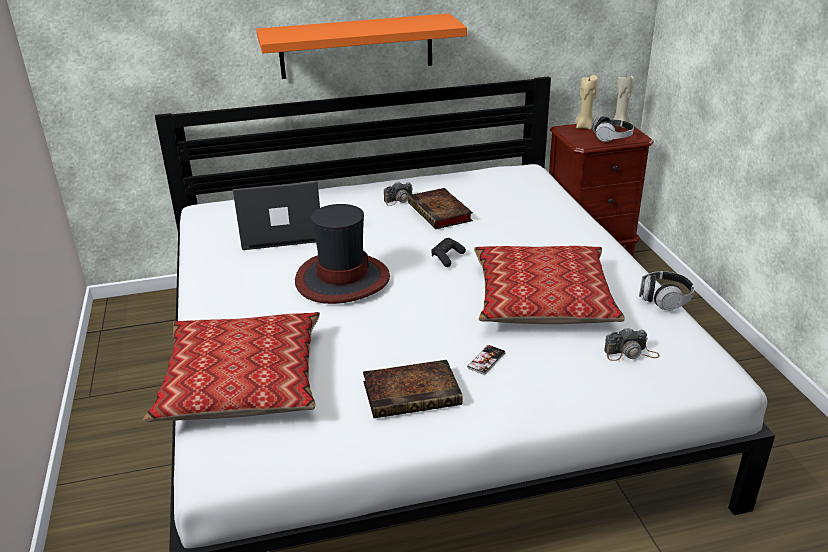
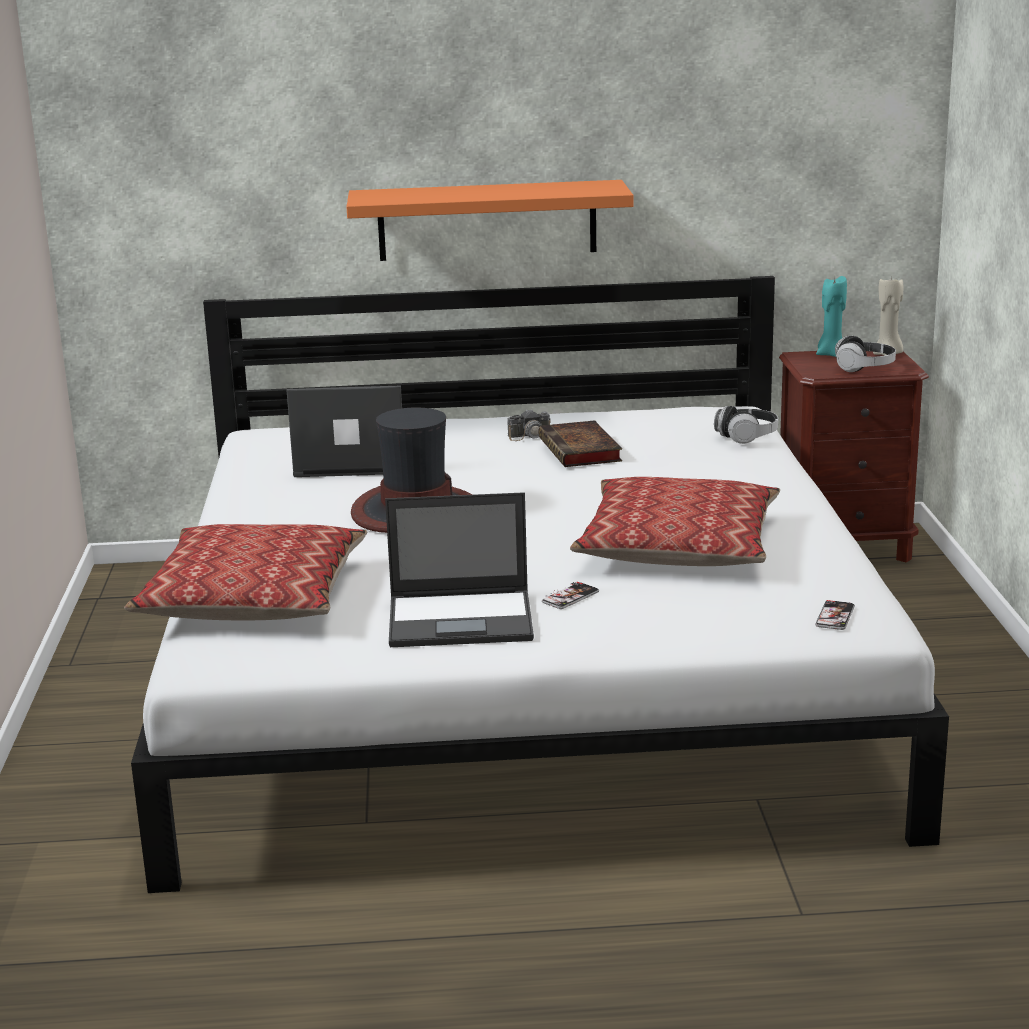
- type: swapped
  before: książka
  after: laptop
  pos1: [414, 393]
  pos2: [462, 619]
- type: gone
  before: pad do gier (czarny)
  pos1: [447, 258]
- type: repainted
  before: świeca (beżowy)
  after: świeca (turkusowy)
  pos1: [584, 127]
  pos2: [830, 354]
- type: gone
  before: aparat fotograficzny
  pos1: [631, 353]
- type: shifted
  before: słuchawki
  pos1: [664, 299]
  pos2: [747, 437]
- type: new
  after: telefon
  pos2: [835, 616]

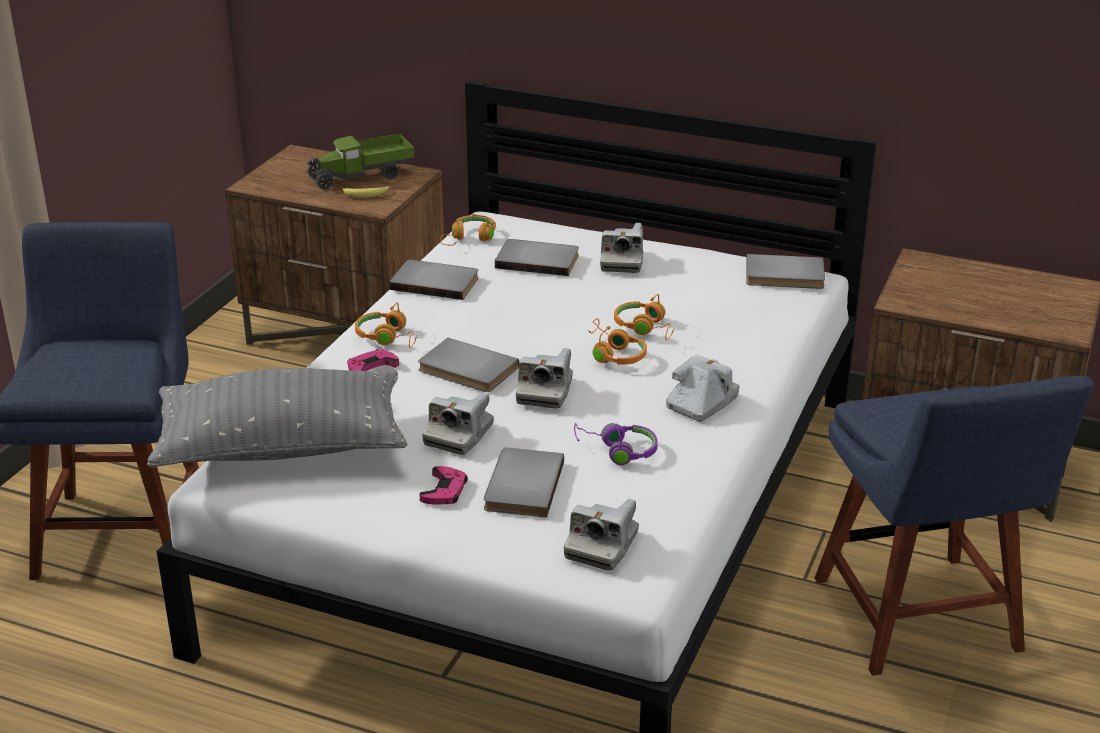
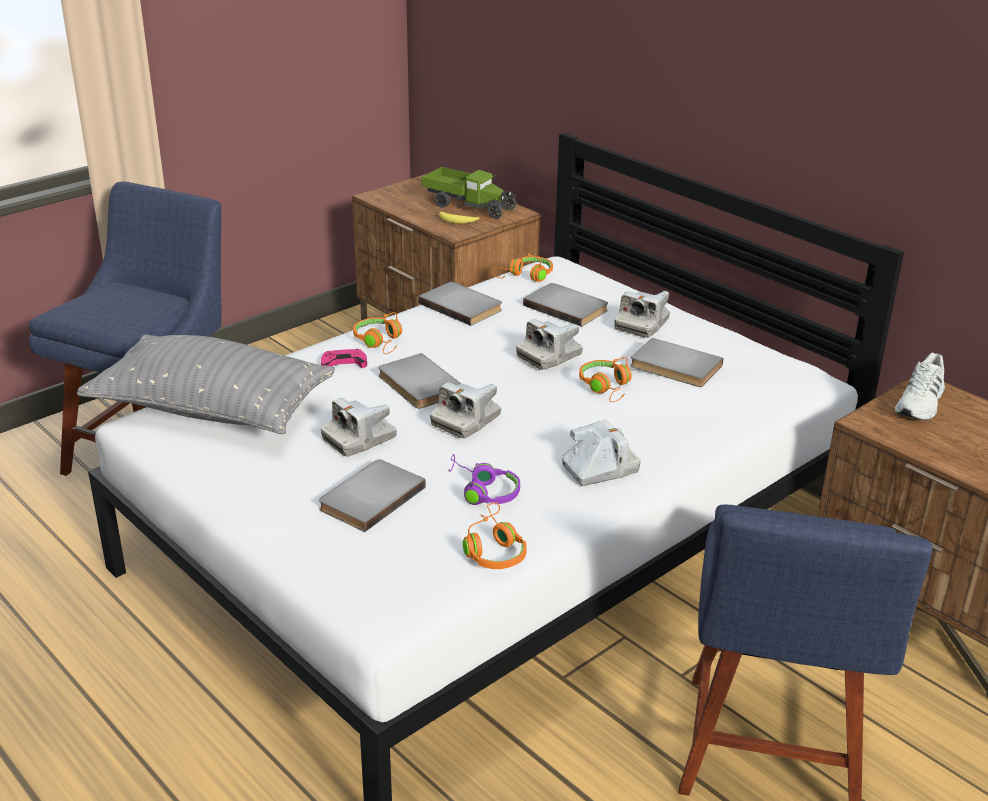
- type: rotated
  before: ciężarówka zabawkowa
  pos1: [362, 176]
  pos2: [469, 206]
  turn: -150
- type: gone
  before: pad do gier (różowy)
  pos1: [444, 490]
- type: shifted
  before: aparat fotograficzny
  pos1: [602, 546]
  pos2: [549, 356]
- type: shifted
  before: słuchawki (pomarańczowy)
  pos1: [613, 353]
  pos2: [493, 549]
- type: shifted
  before: książka (szary)
  pos1: [784, 276]
  pos2: [674, 367]
- type: new
  after: but (biały)
  pos2: [920, 403]

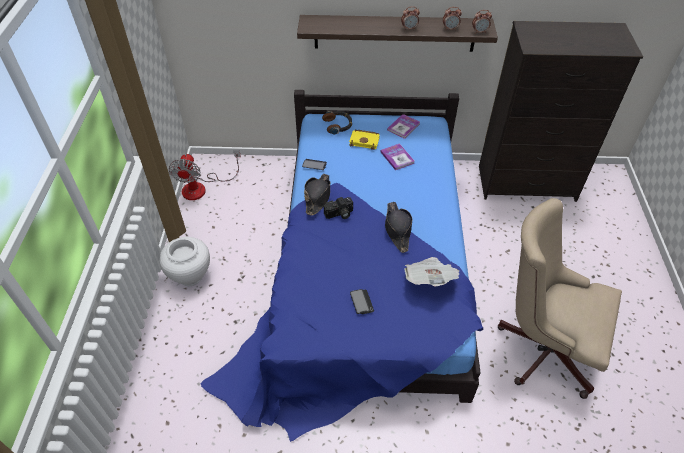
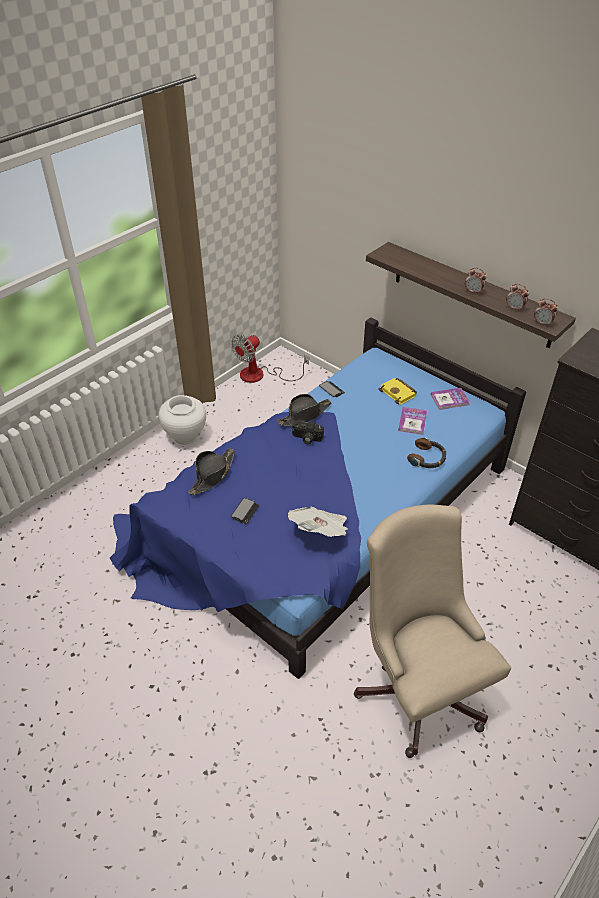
- type: shifted
  before: słuchawki
  pos1: [338, 125]
  pos2: [427, 458]
- type: shifted
  before: kapelusz (czarny)
  pos1: [397, 229]
  pos2: [212, 475]

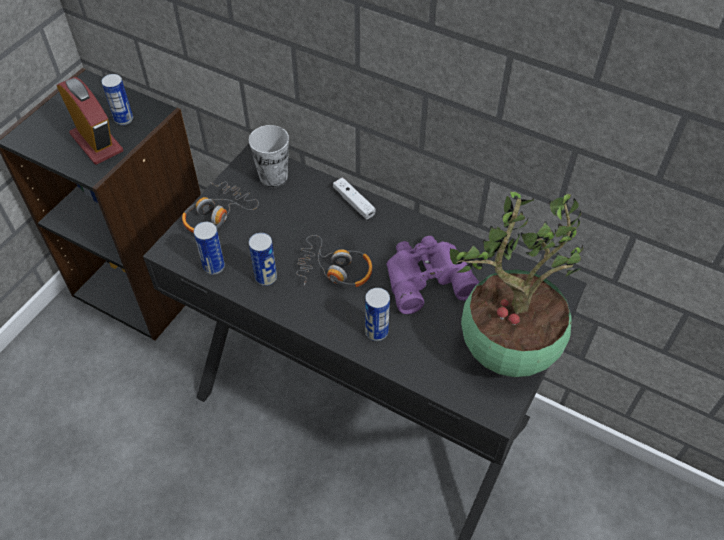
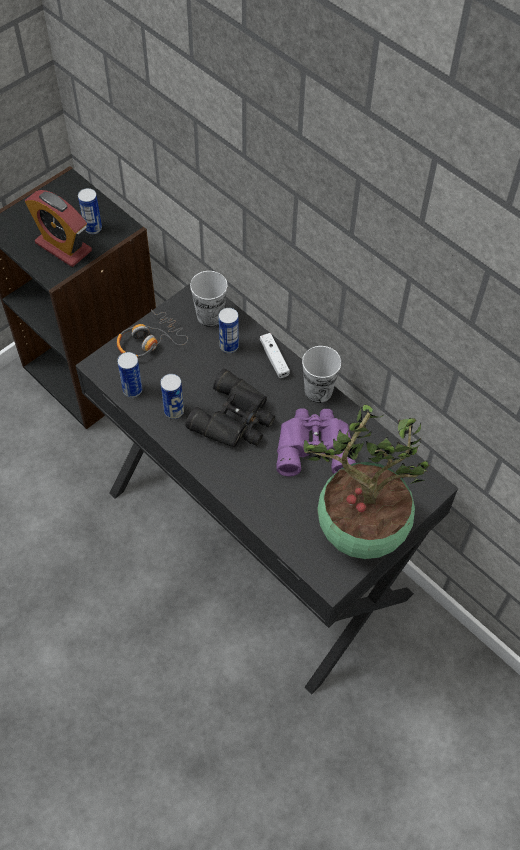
- type: rotated
  before: budzik
  pos1: [96, 143]
  pos2: [63, 247]
  turn: 150
- type: swapped
  before: słuchawki
  after: lornetka (czarny)
  pos1: [334, 270]
  pos2: [235, 419]
- type: shifted
  before: puszka
  pos1: [376, 332]
  pos2: [229, 346]
- type: new
  after: filiżanka
  pos2: [318, 391]

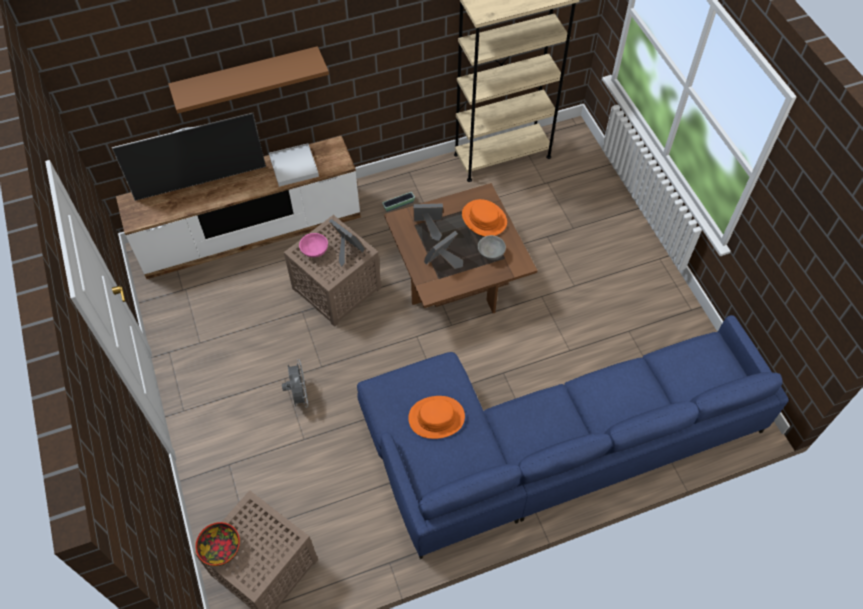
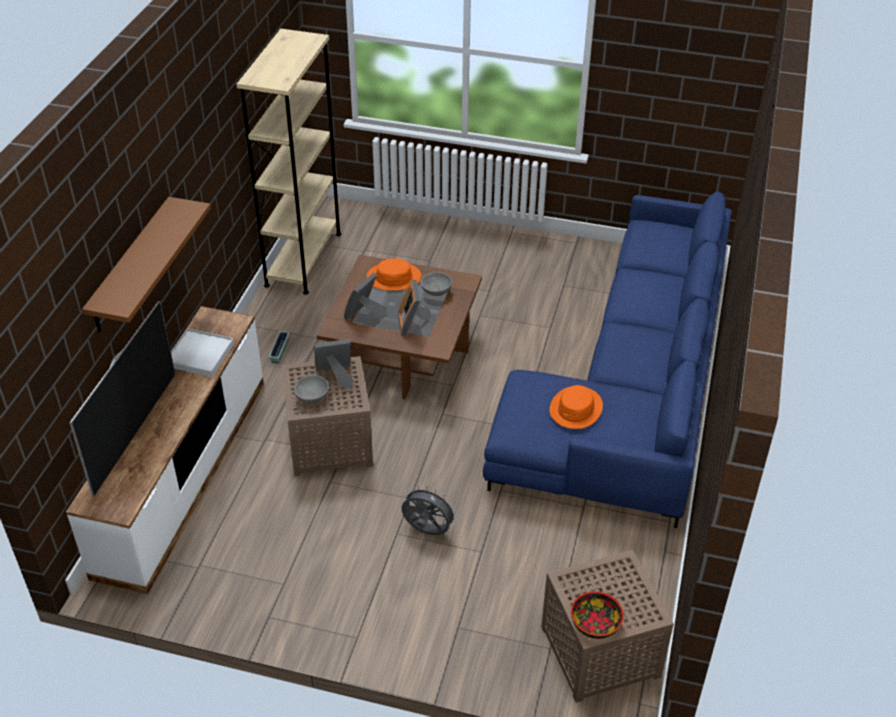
- type: repainted
  before: miska (różowy)
  after: miska (szary)
  pos1: [314, 252]
  pos2: [312, 398]

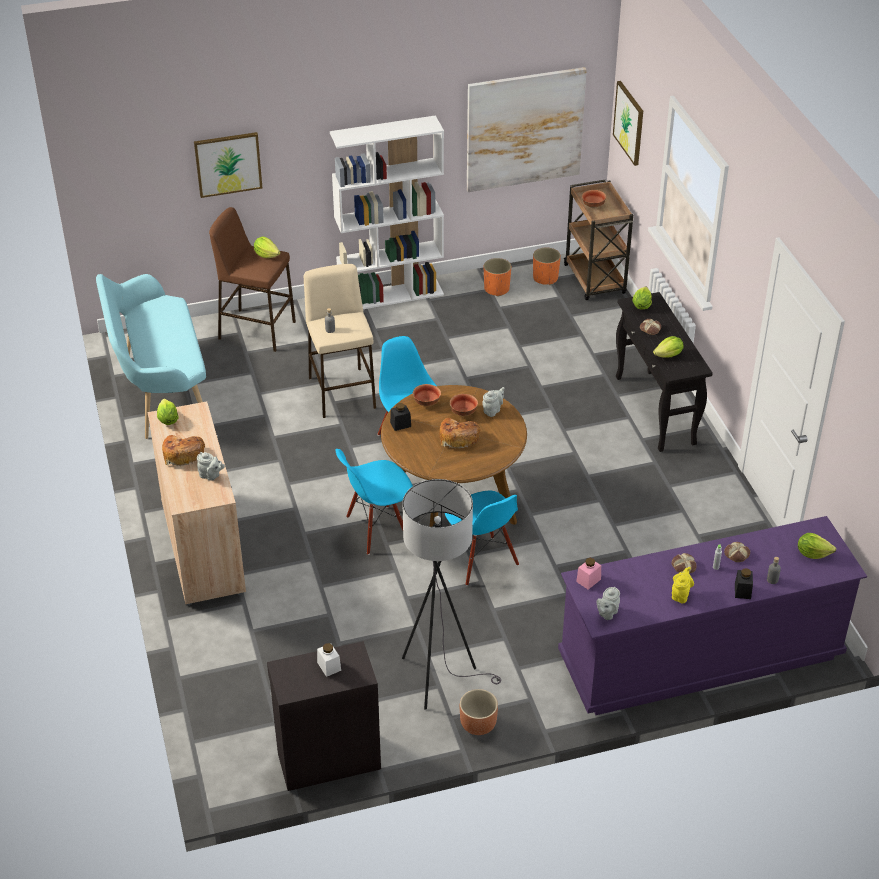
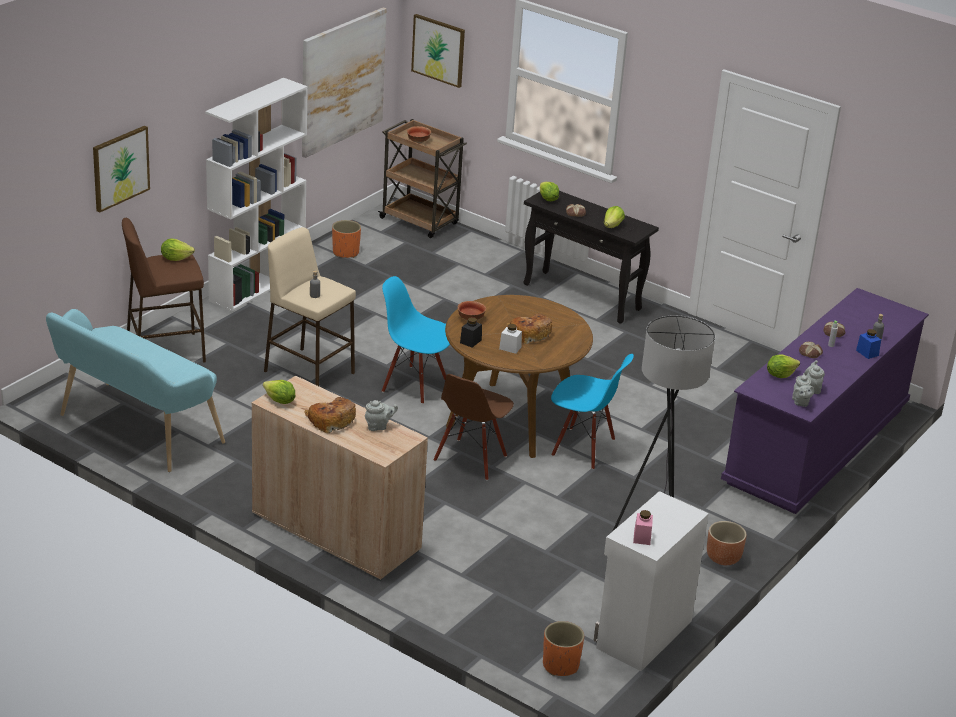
- type: repainted
  before: szafka (czarny)
  after: szafka (biały)
  pos1: [327, 758]
  pos2: [642, 634]
- type: shifted
  before: słoik (biały)
  pos1: [329, 666]
  pos2: [510, 348]
- type: repainted
  before: krzesło (niebieski)
  after: krzesło (brązowy)
  pos1: [377, 529]
  pos2: [471, 459]
- type: gone
  before: miska
  pos1: [463, 412]
- type: shifted
  before: imbryk (szary)
  pos1: [493, 410]
  pos2: [812, 388]
- type: shifted
  before: donica (pomarańczowy)
  pos1: [545, 278]
  pos2: [561, 665]
- type: shifted
  before: słoik (różowy)
  pos1: [588, 580]
  pos2: [642, 537]
- type: gone
  before: imbryk (żółty)
  pos1: [680, 595]
- type: repainted
  before: słoik (czarny)
  after: słoik (niebieski)
  pos1: [742, 591]
  pos2: [867, 353]
- type: shifted
  before: sałata
  pos1: [812, 553]
  pos2: [780, 375]

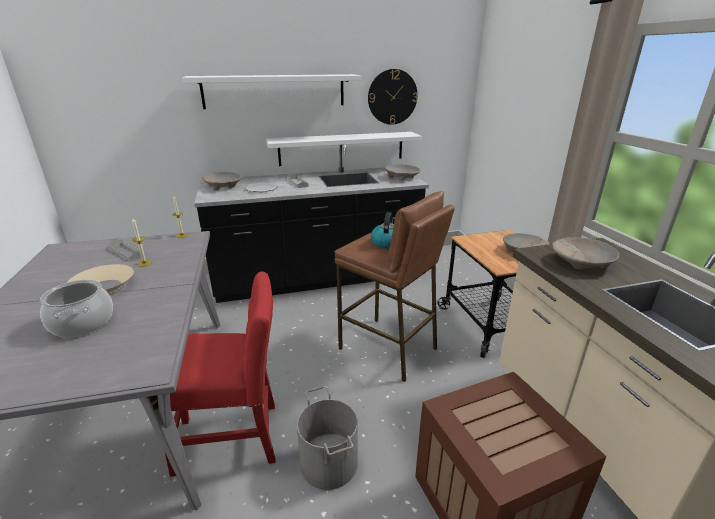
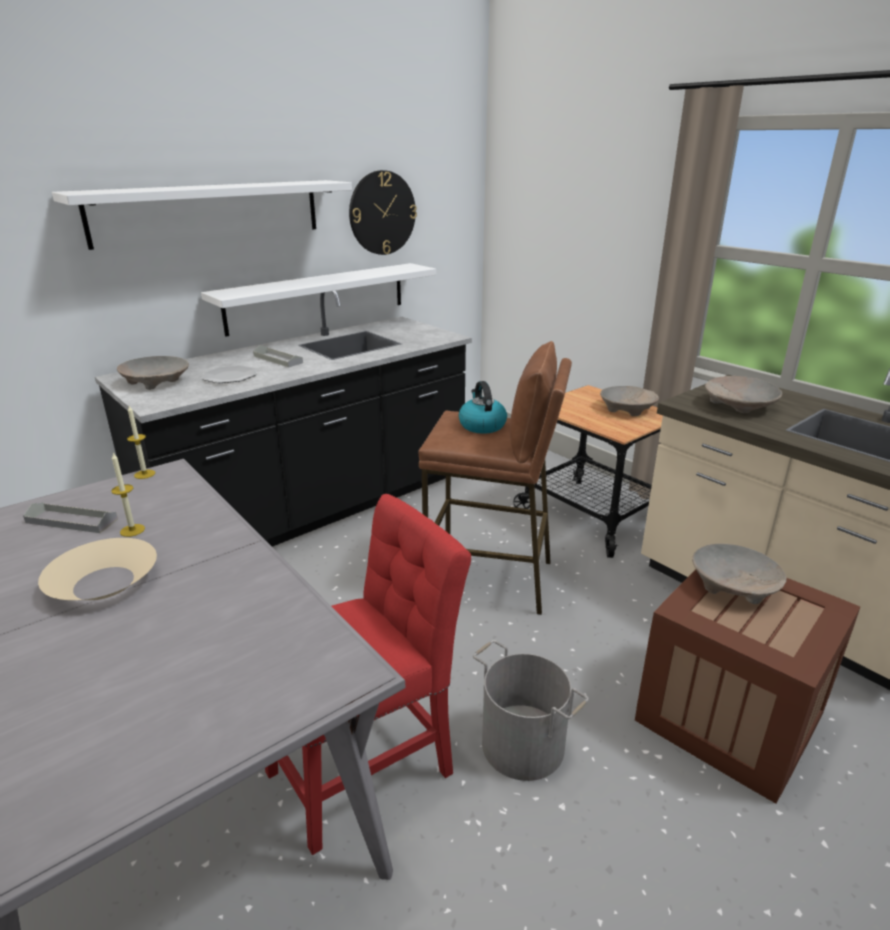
- type: gone
  before: garnek
  pos1: [82, 323]
- type: shifted
  before: miska (beżowy)
  pos1: [402, 177]
  pos2: [733, 584]

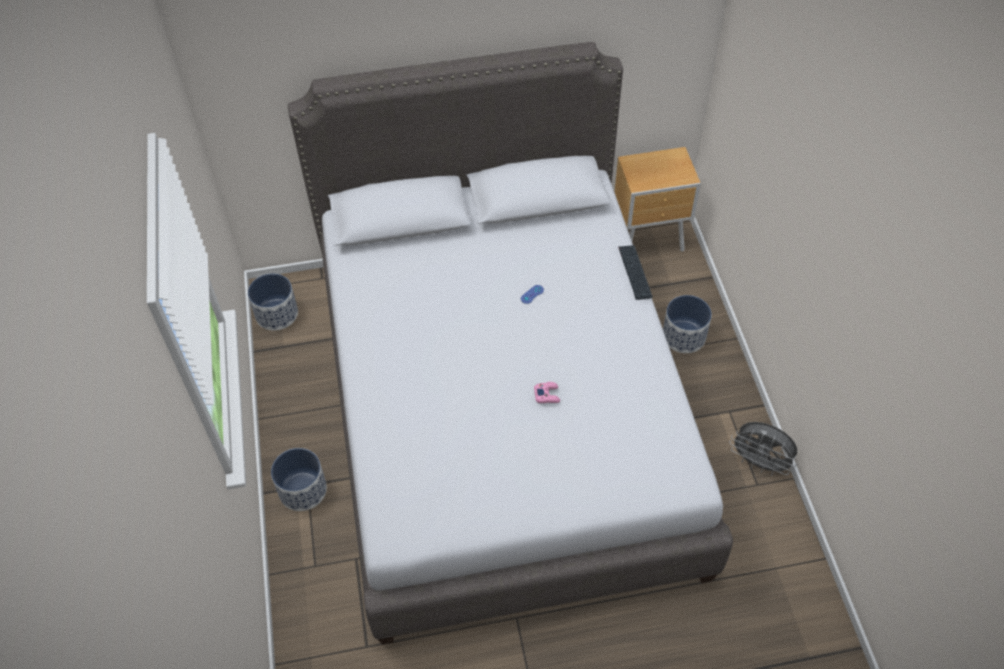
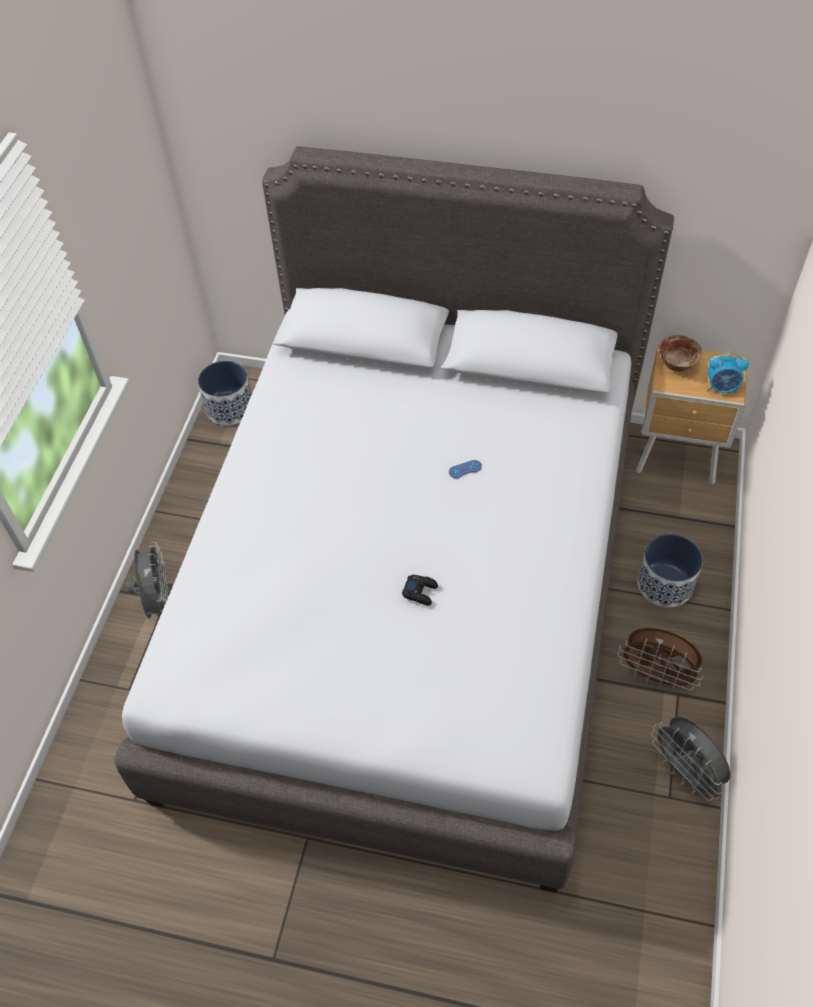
- type: swapped
  before: donica
  after: wentylator (szary)
  pos1: [302, 490]
  pos2: [159, 603]
- type: repainted
  before: pad do gier (różowy)
  after: pad do gier (czarny)
  pos1: [547, 395]
  pos2: [420, 592]
- type: gone
  before: klawiatura
  pos1: [634, 272]
- type: new
  after: wentylator (brązowy)
  pos2: [656, 676]
- type: new
  after: miska
  pos2: [676, 365]
- type: new
  after: budzik
  pos2: [722, 388]

